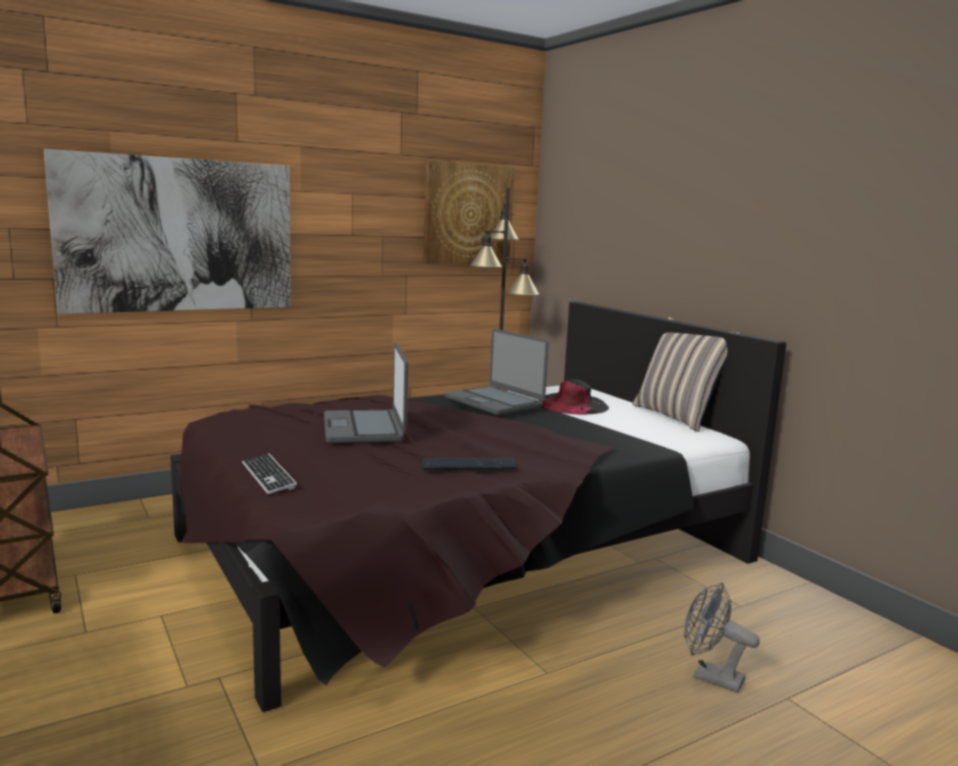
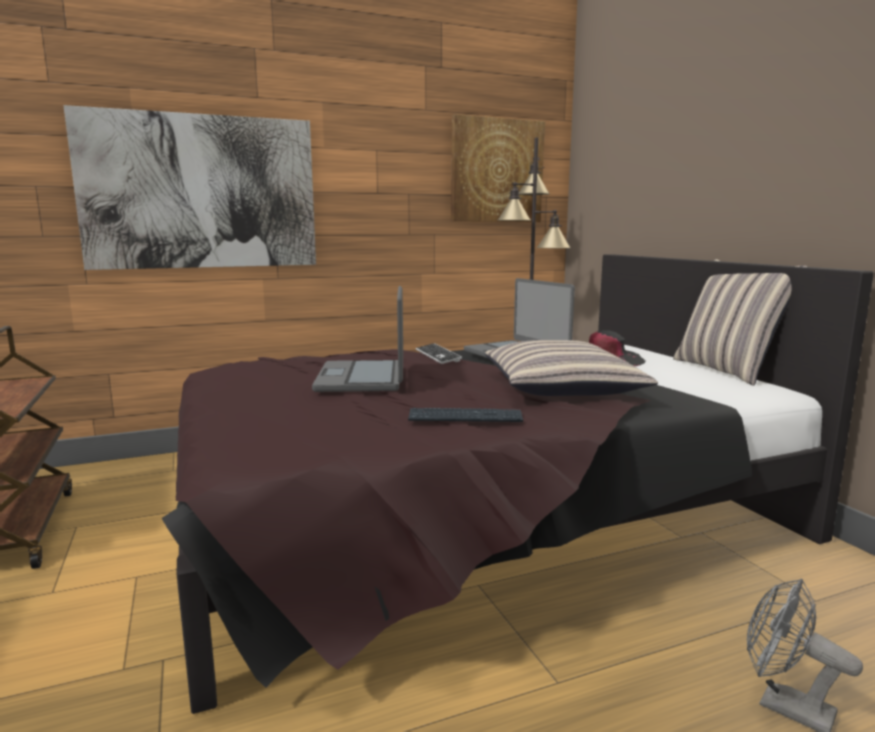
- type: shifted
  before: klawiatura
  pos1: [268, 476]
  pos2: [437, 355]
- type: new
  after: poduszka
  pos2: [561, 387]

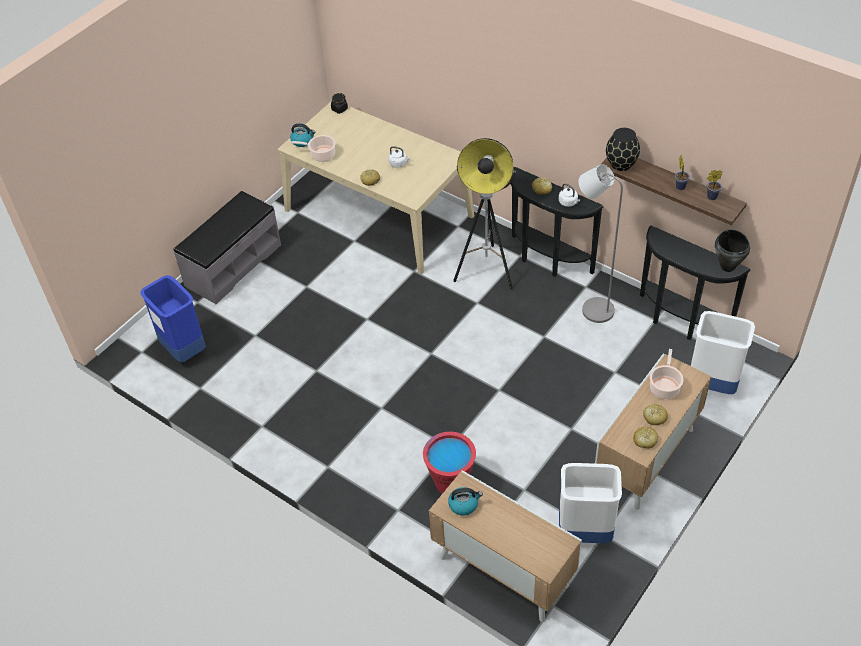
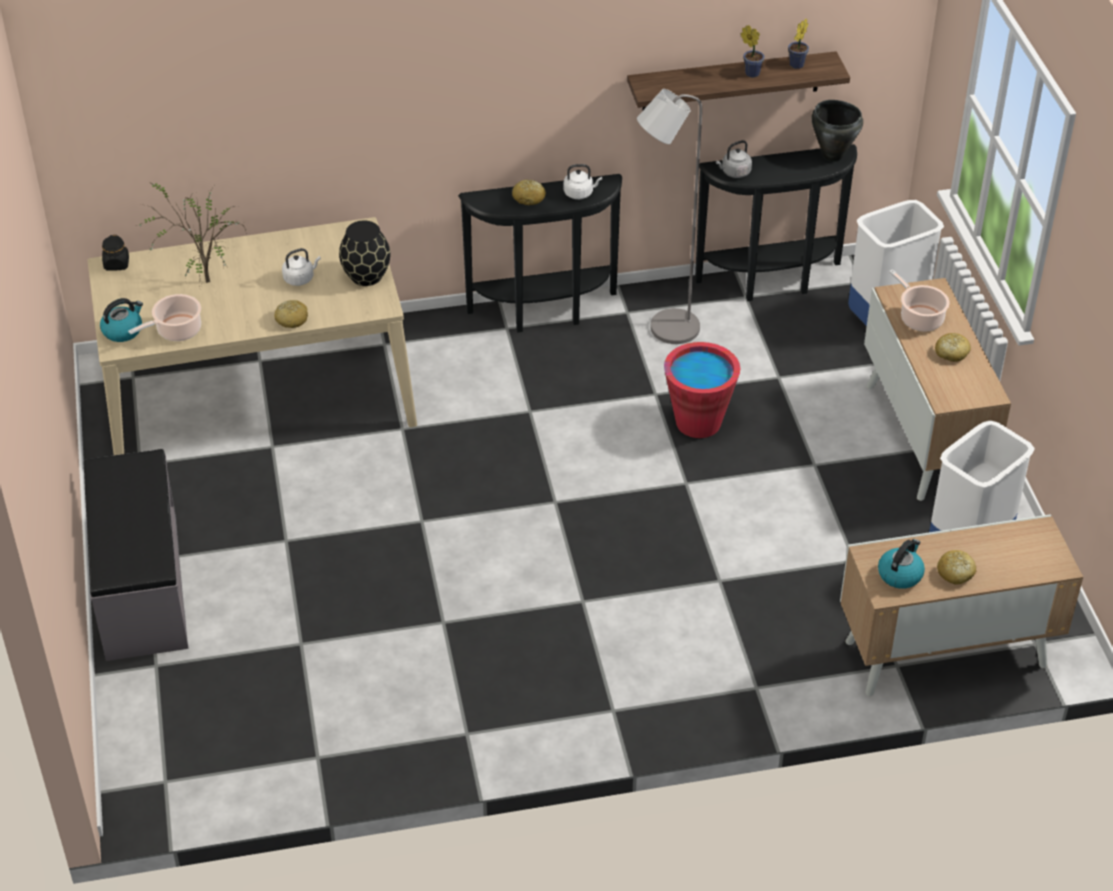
- type: gone
  before: kosz na śmieci (niebieski)
  pos1: [183, 350]
- type: shifted
  before: wiadro (czerwony)
  pos1: [450, 482]
  pos2: [698, 422]
- type: gone
  before: lampa stojąca
  pos1: [486, 270]
- type: shifted
  before: wazon (czarny)
  pos1: [620, 164]
  pos2: [366, 276]
- type: shifted
  before: chleb
  pos1: [645, 440]
  pos2: [955, 572]
- type: new
  after: roślina doniczkowa
  pos2: [203, 282]
- type: new
  after: czajnik (szary)
  pos2: [734, 172]

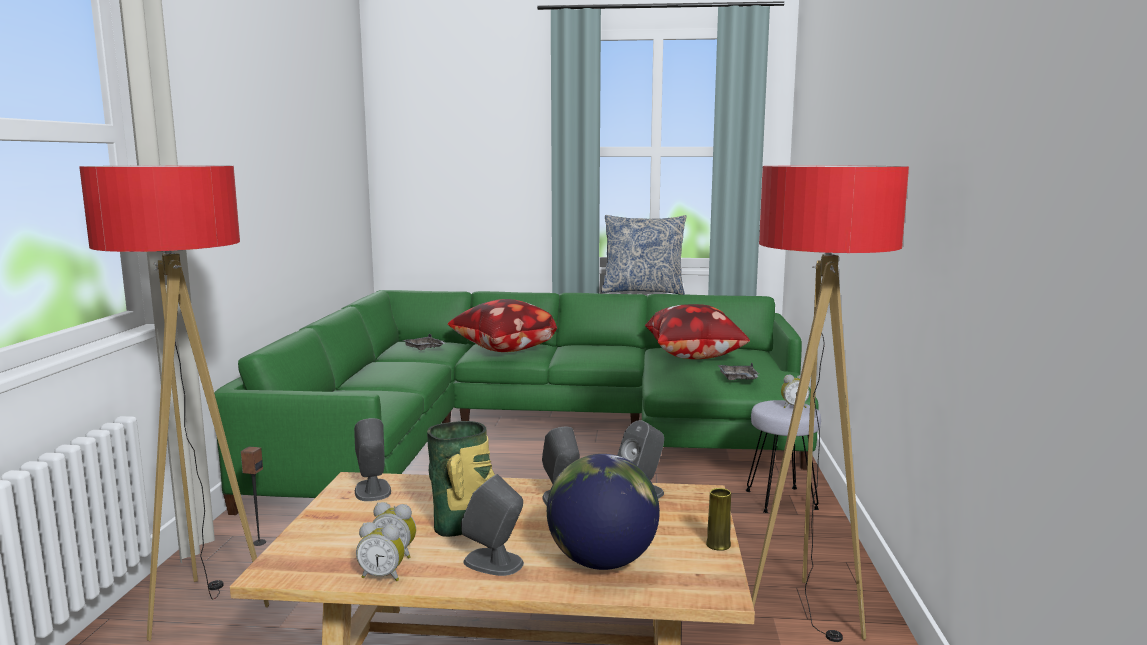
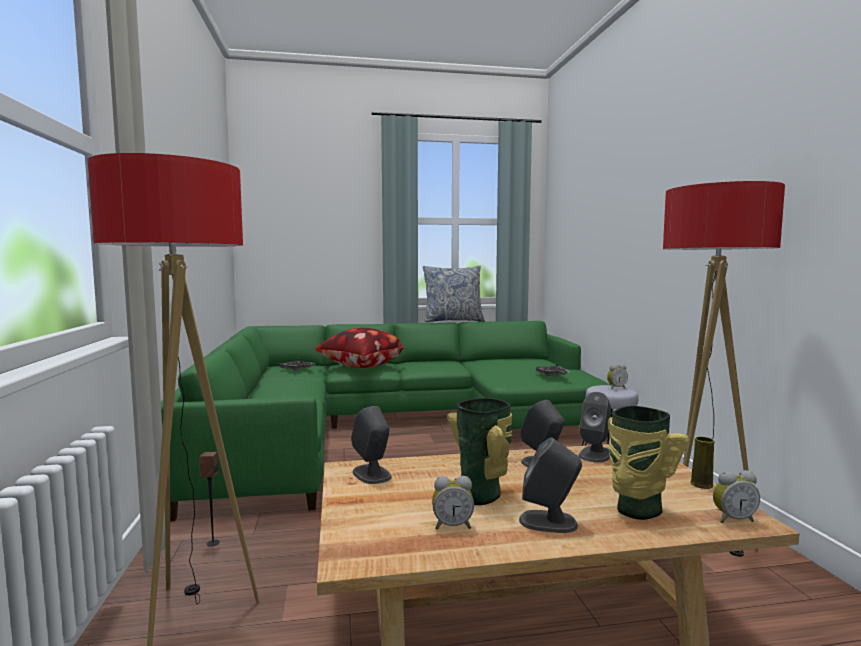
- type: shifted
  before: budzik
  pos1: [383, 576]
  pos2: [732, 519]
- type: swapped
  before: globus
  after: wazon
  pos1: [602, 562]
  pos2: [636, 510]
- type: gone
  before: poduszka
  pos1: [695, 358]

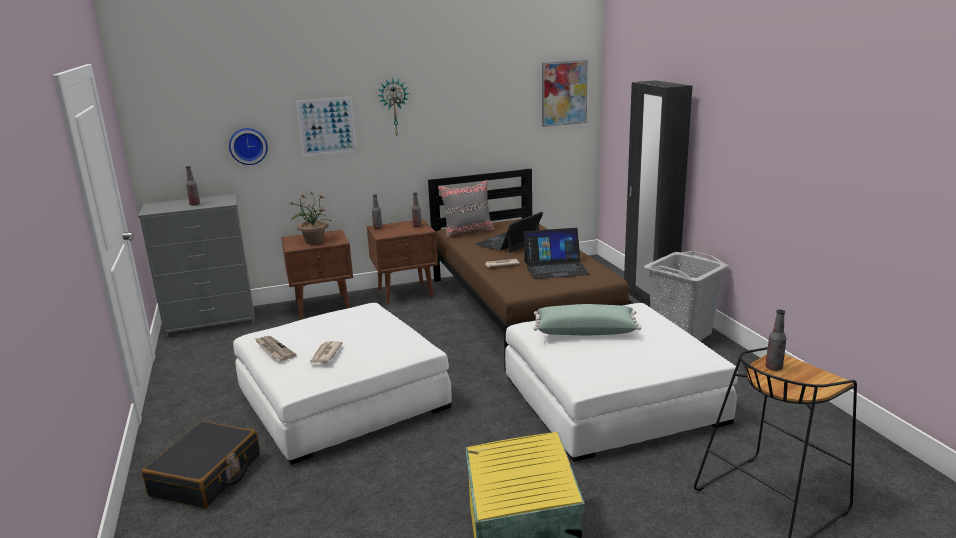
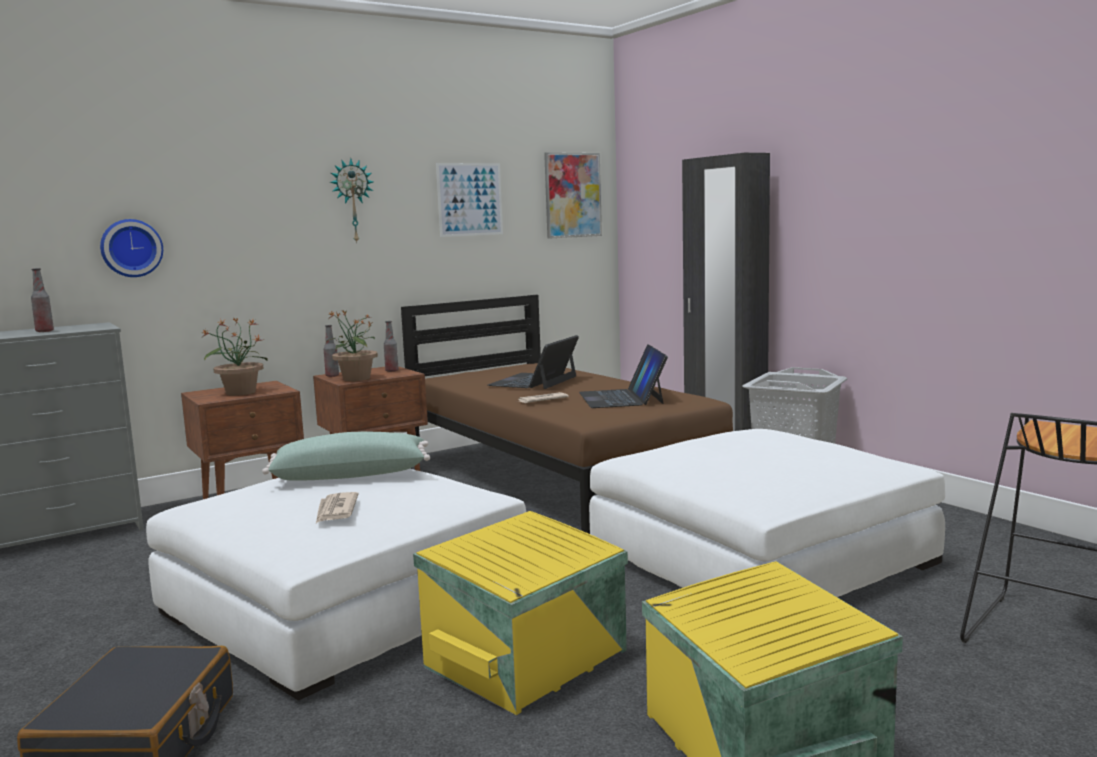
- type: gone
  before: gazeta
  pos1: [274, 350]
- type: shifted
  before: obraz
  pos1: [327, 126]
  pos2: [470, 199]
- type: gone
  before: poduszka (szary)
  pos1: [468, 232]
- type: rotated
  before: laptop
  pos1: [555, 268]
  pos2: [622, 398]
  turn: 105
- type: shifted
  before: poduszka (zielony)
  pos1: [585, 331]
  pos2: [350, 475]
- type: gone
  before: butelka
  pos1: [773, 368]
- type: new
  after: roślina doniczkowa
  pos2: [356, 379]
- type: new
  after: pojemnik do przechowywania (żółty)
  pos2: [529, 658]

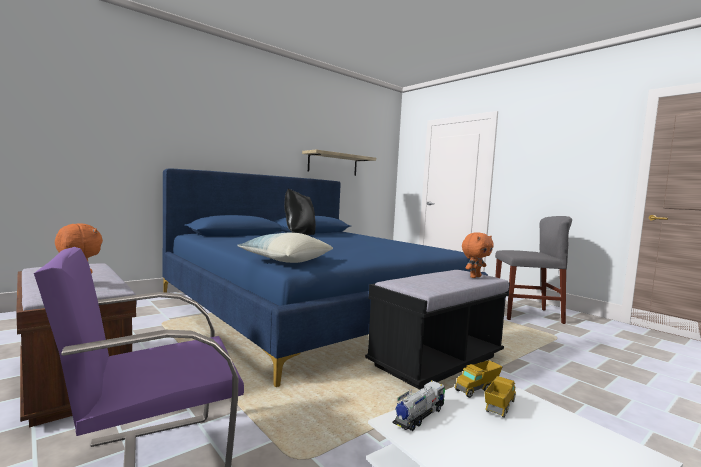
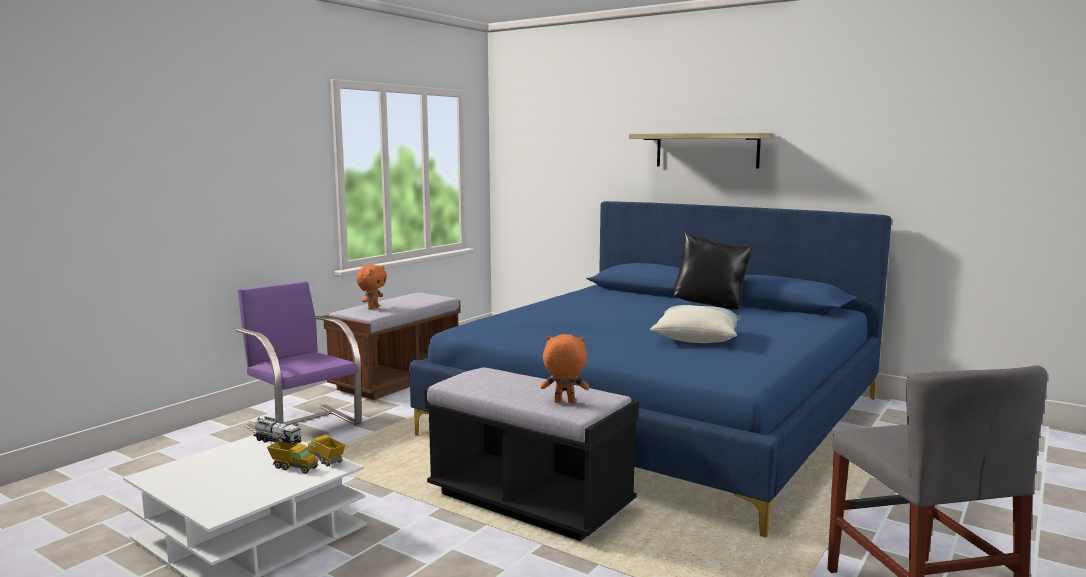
- type: shifted
  before: poduszka
  pos1: [285, 260]
  pos2: [696, 338]
- type: shifted
  before: półka
  pos1: [333, 164]
  pos2: [706, 150]
- type: rotated
  before: pluszak (pomarańczowy)
  pos1: [474, 277]
  pos2: [564, 402]
  turn: 150

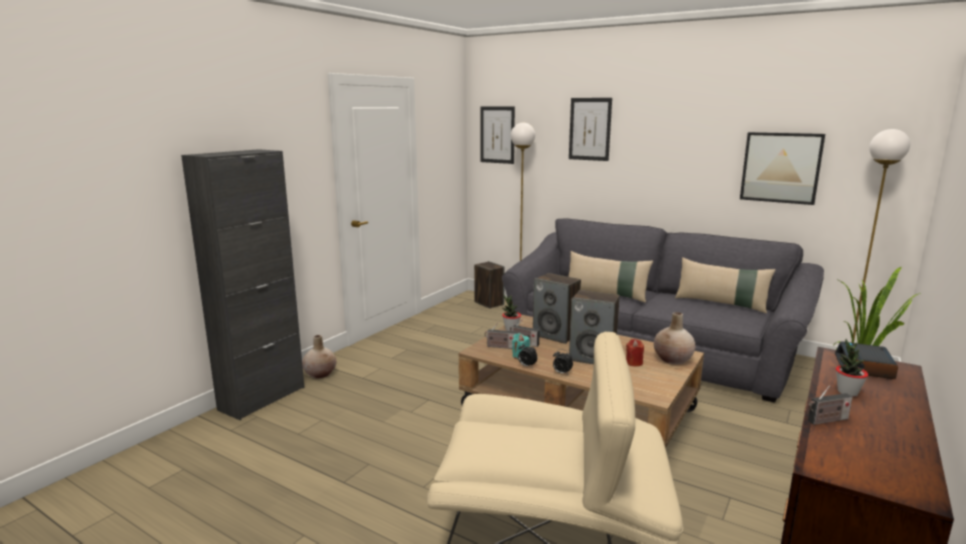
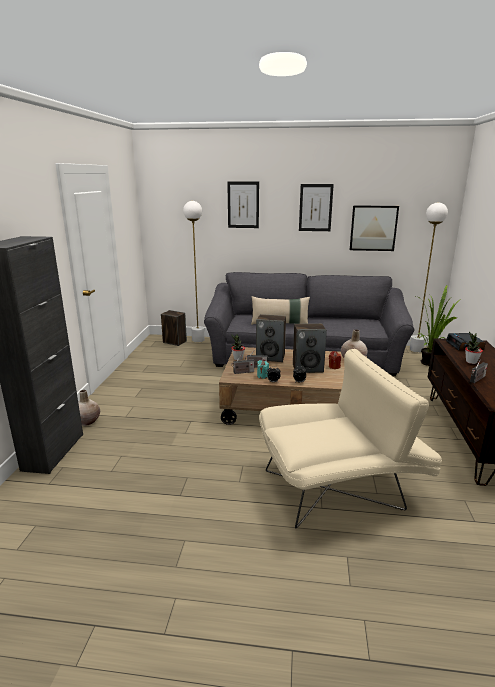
- type: shifted
  before: obraz
  pos1: [497, 135]
  pos2: [315, 207]
- type: gone
  before: poduszka (beżowy)
  pos1: [721, 304]

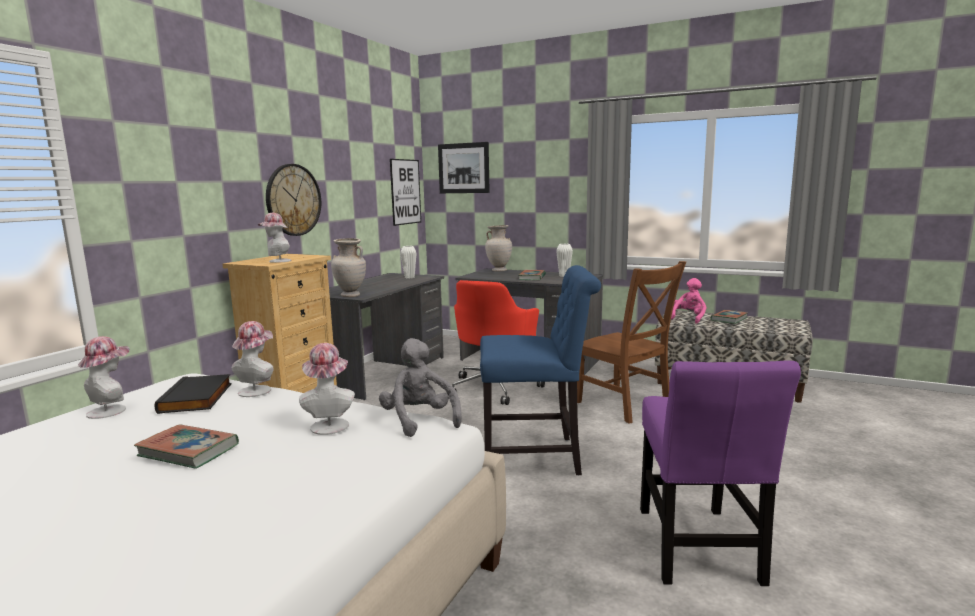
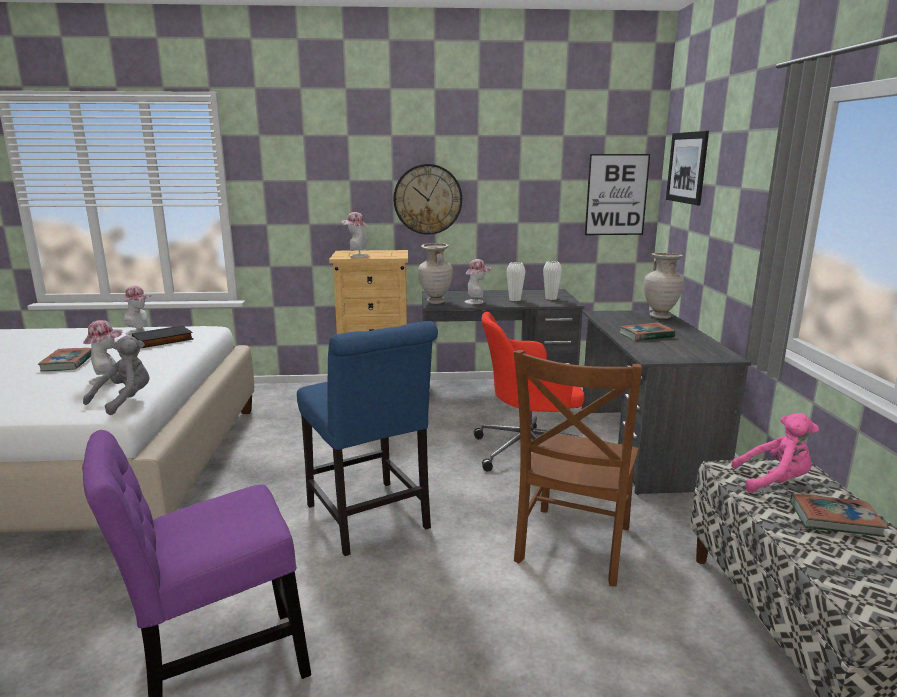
- type: shifted
  before: kapelusz
  pos1: [257, 389]
  pos2: [476, 302]
- type: shifted
  before: wazon (biały)
  pos1: [564, 276]
  pos2: [515, 300]

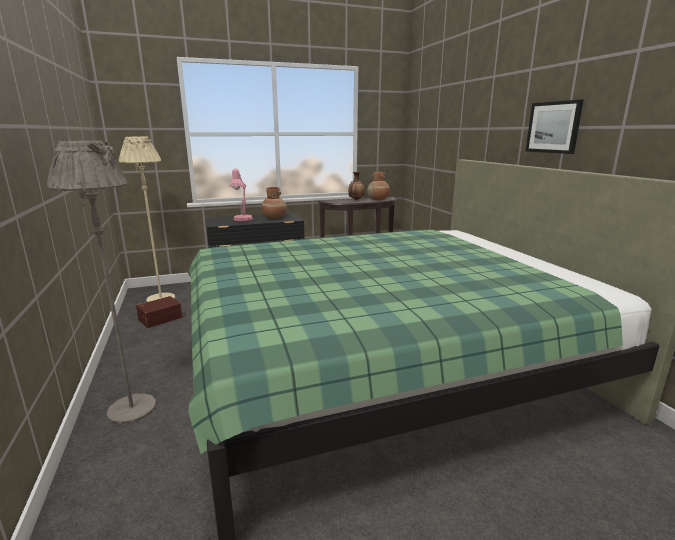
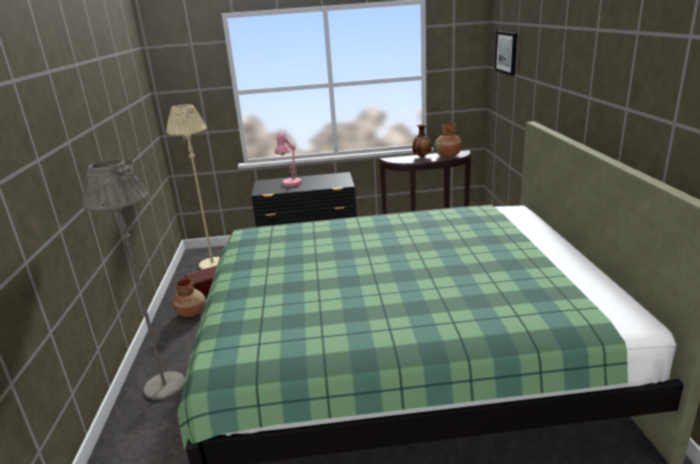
- type: shifted
  before: wazon (brązowy)
  pos1: [274, 217]
  pos2: [191, 313]
- type: shifted
  before: obraz
  pos1: [553, 127]
  pos2: [506, 52]

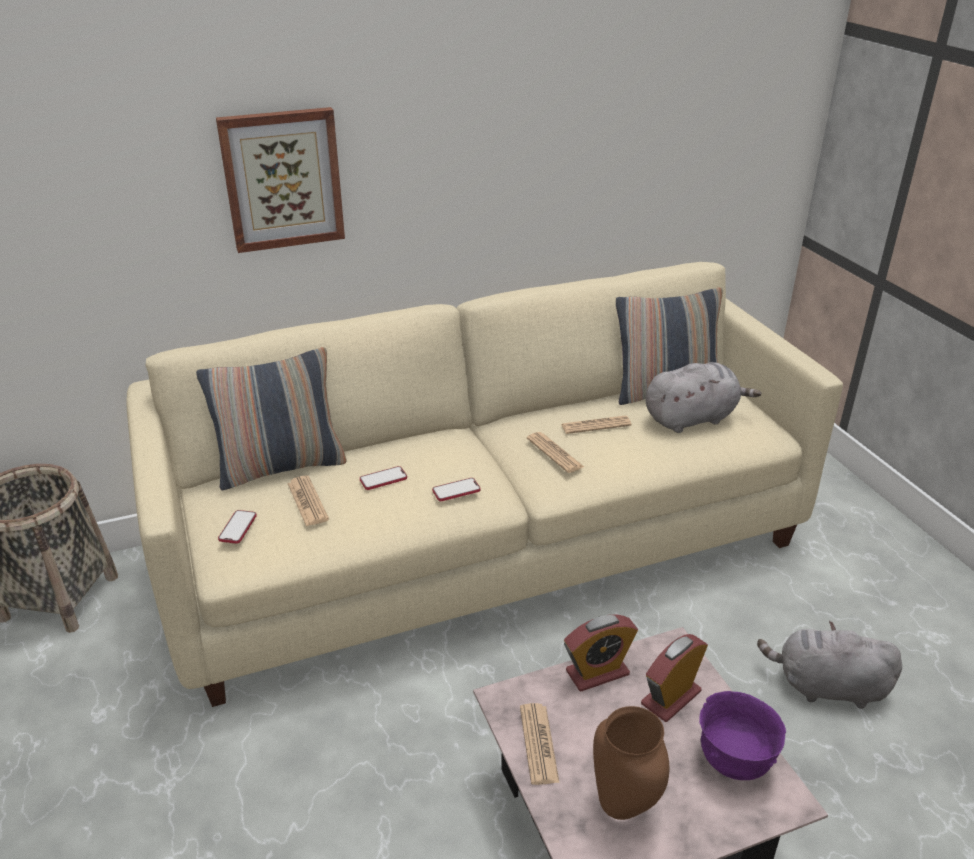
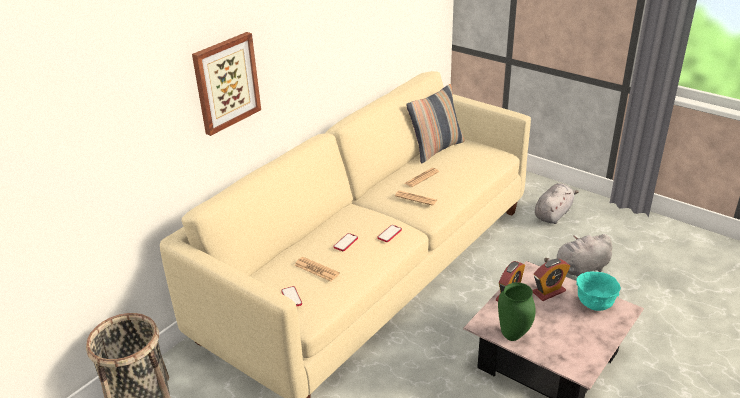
- type: gone
  before: poduszka
  pos1: [281, 467]
- type: swapped
  before: gazeta
  after: wazon (zielony)
  pos1: [538, 744]
  pos2: [514, 335]
- type: gone
  before: wazon (brązowy)
  pos1: [622, 807]
- type: rotated
  before: budzik
  pos1: [671, 697]
  pos2: [549, 292]
  turn: -135
- type: shifted
  before: pluszak (szary)
  pos1: [692, 418]
  pos2: [553, 214]
- type: repainted
  before: miska (fioletowy)
  after: miska (turkusowy)
  pos1: [734, 760]
  pos2: [594, 304]

